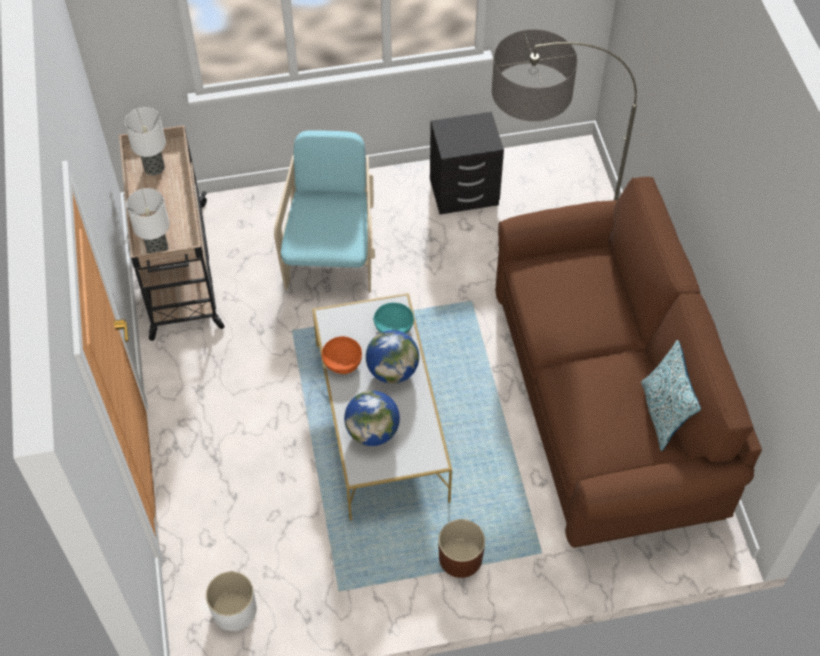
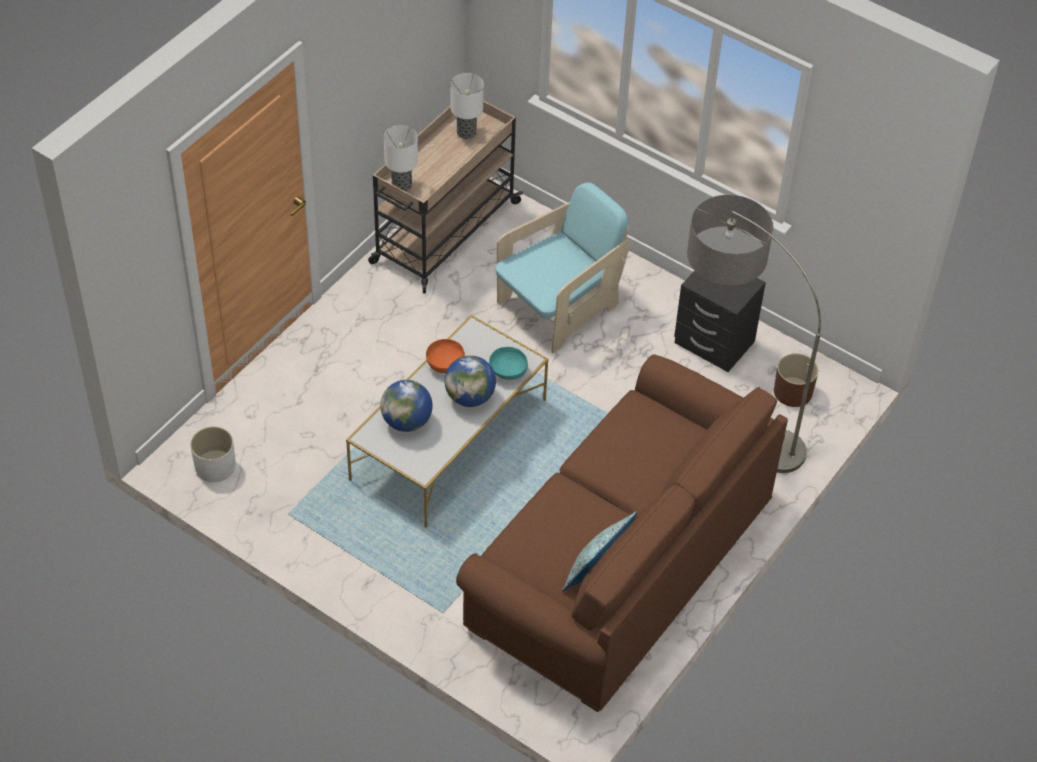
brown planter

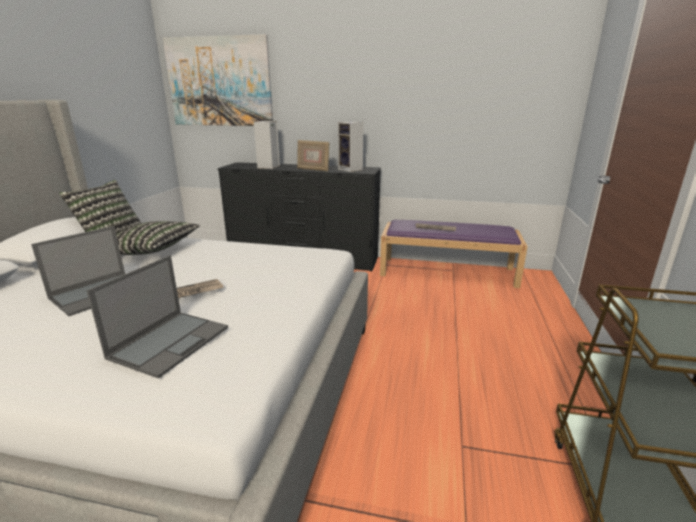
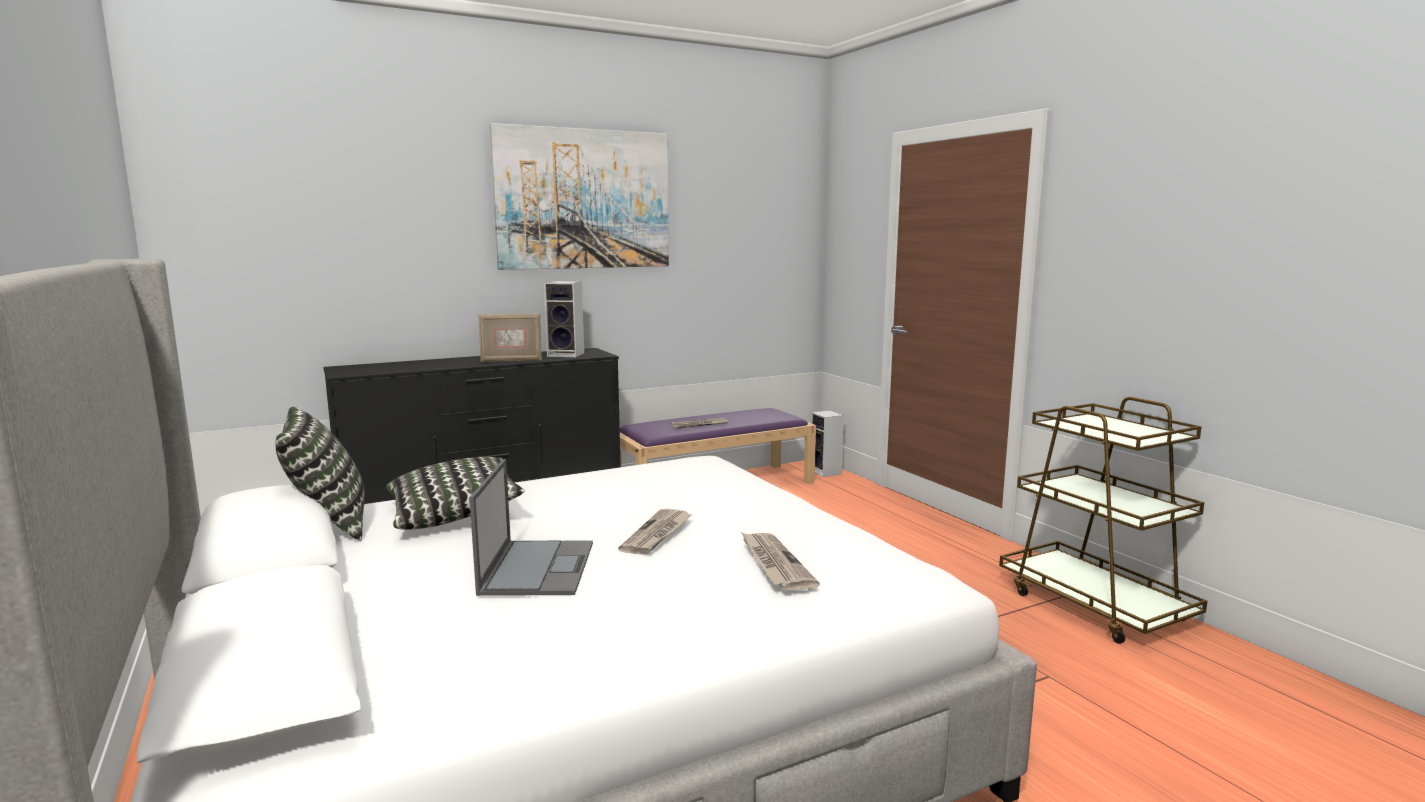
picture
speaker (2nd from left)
newspaper (3rd from left)

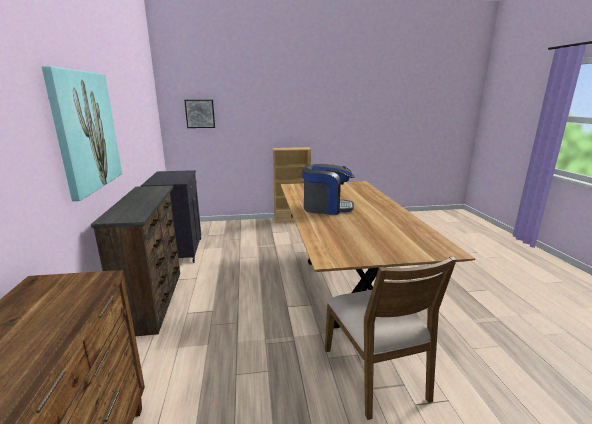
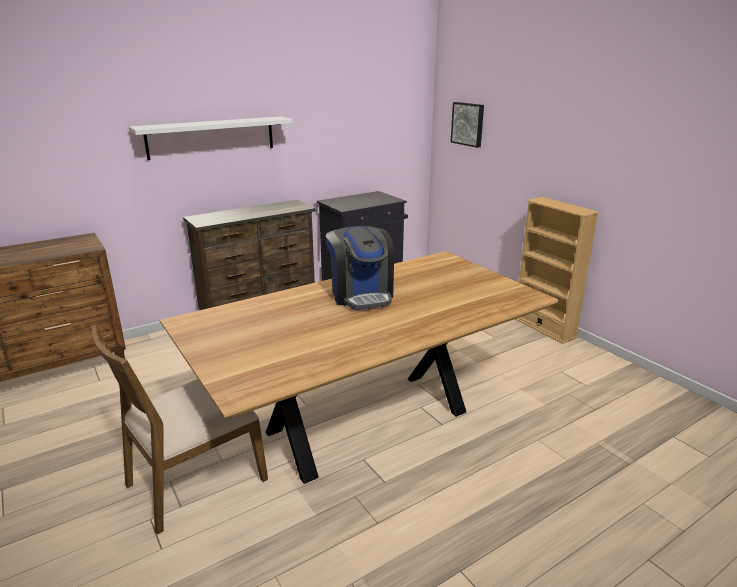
white shelf

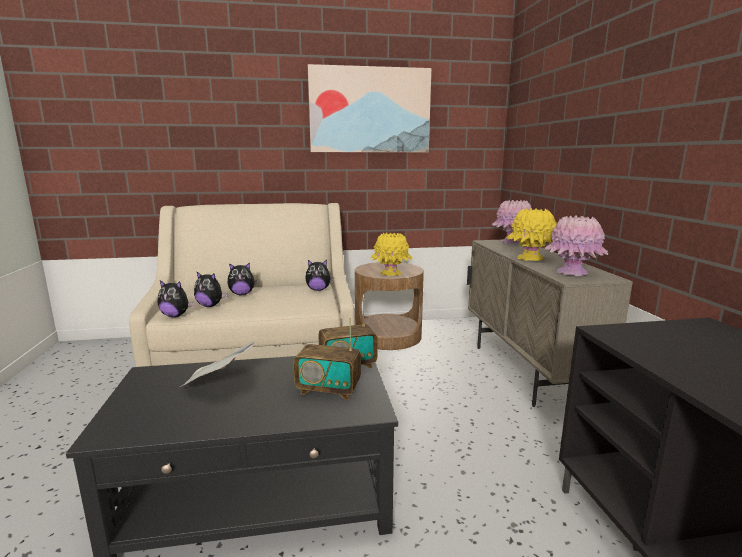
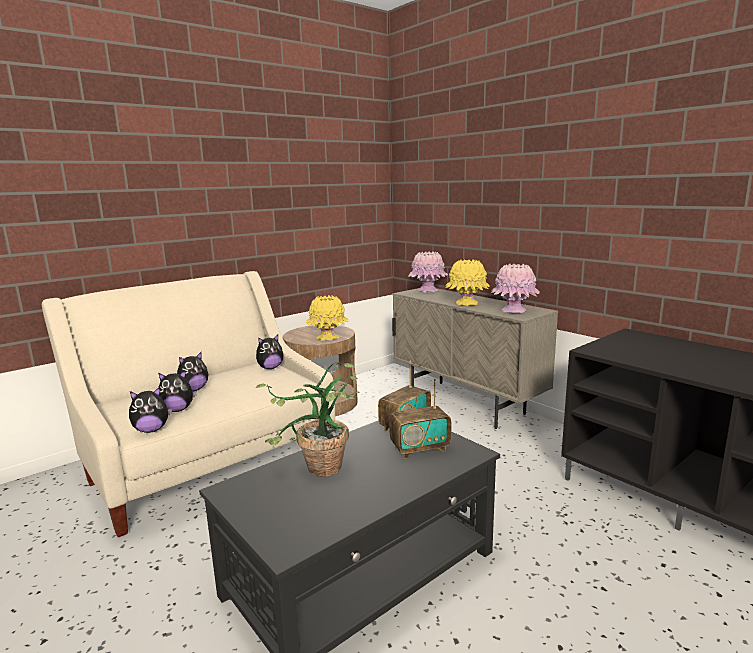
picture
potted plant

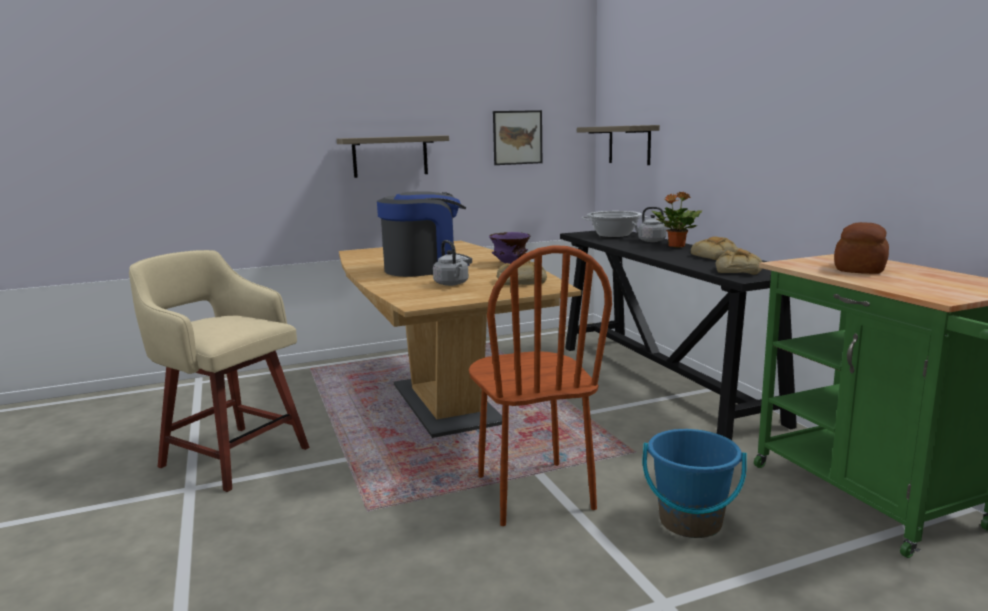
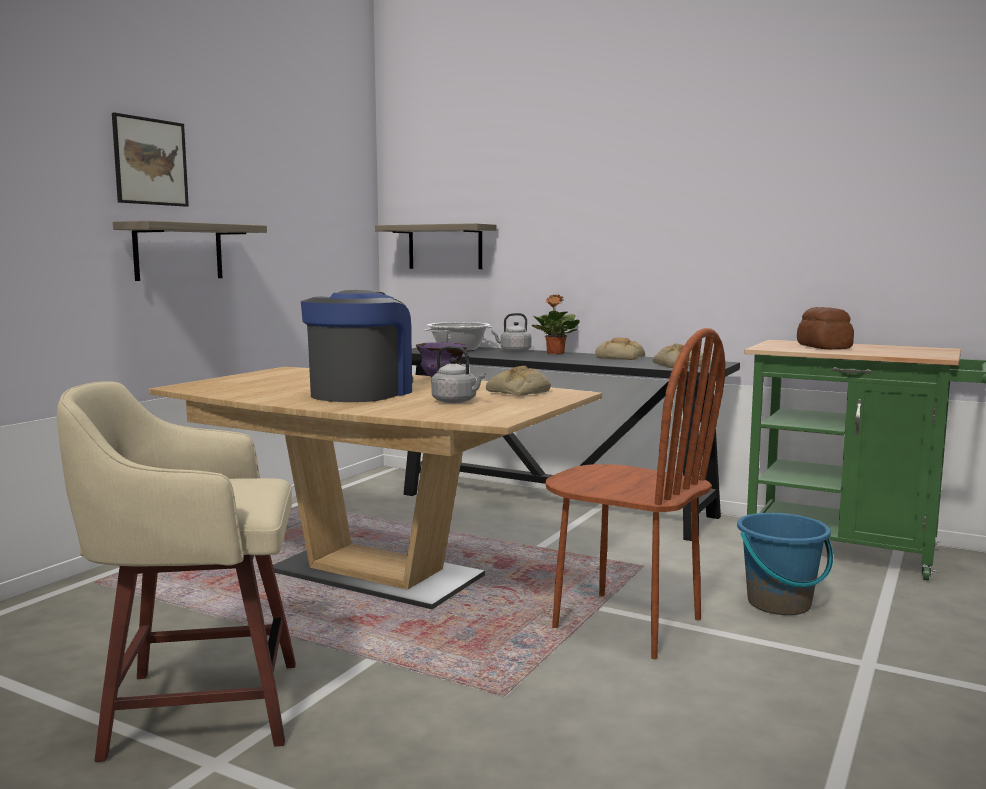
picture

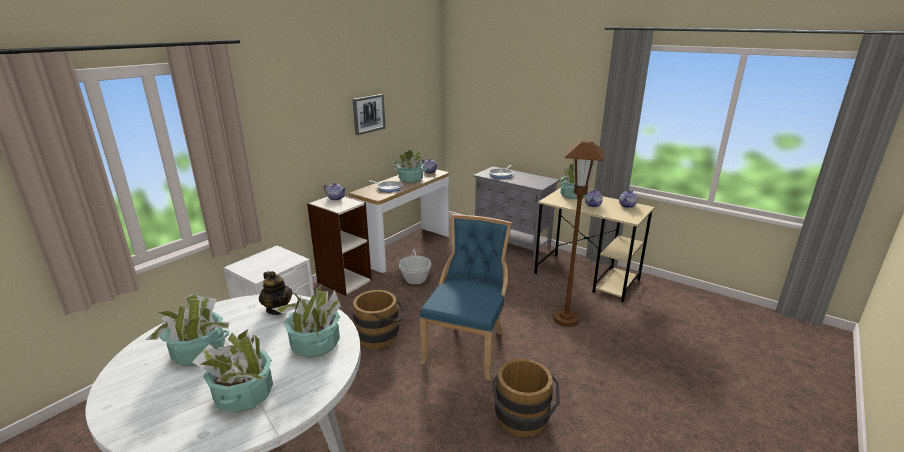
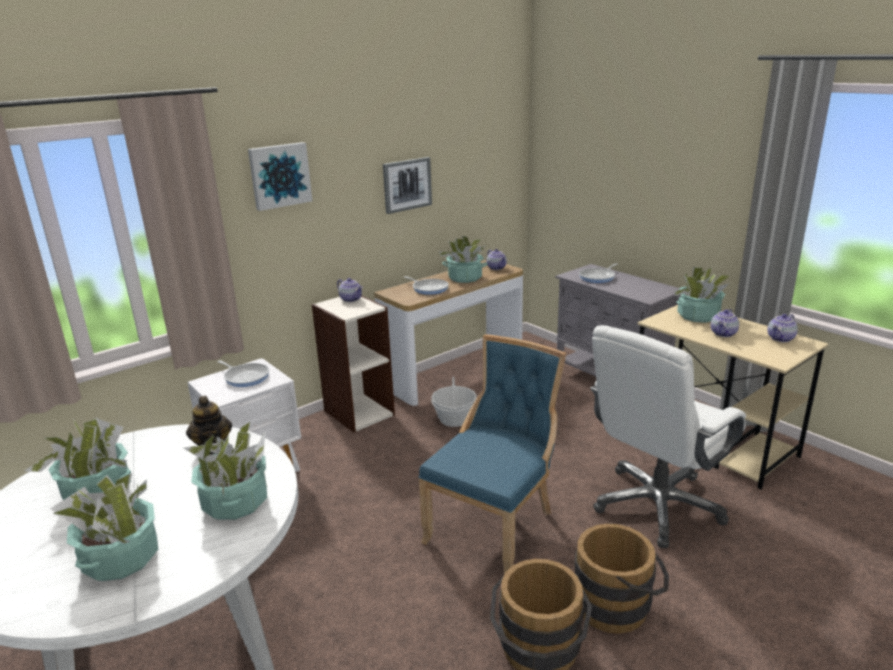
white office chair
brown bucket (2nd from left)
picture (1st from left)
frying pan (1st from left)

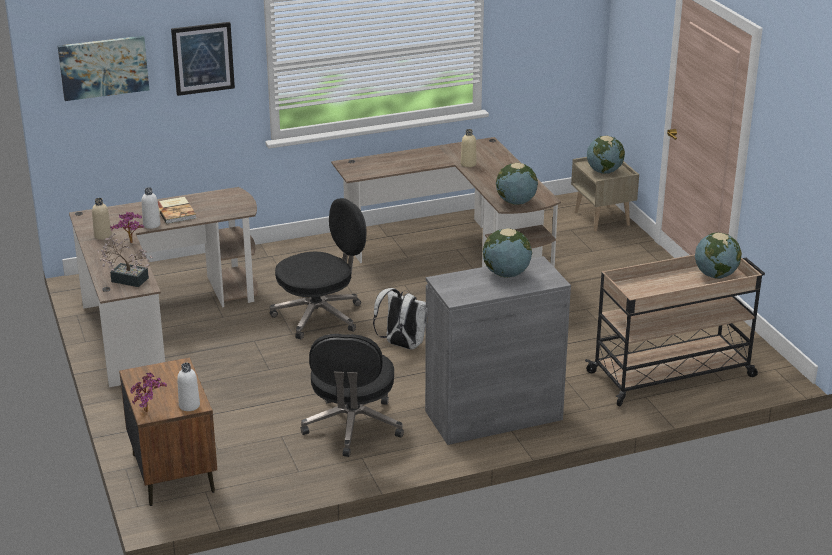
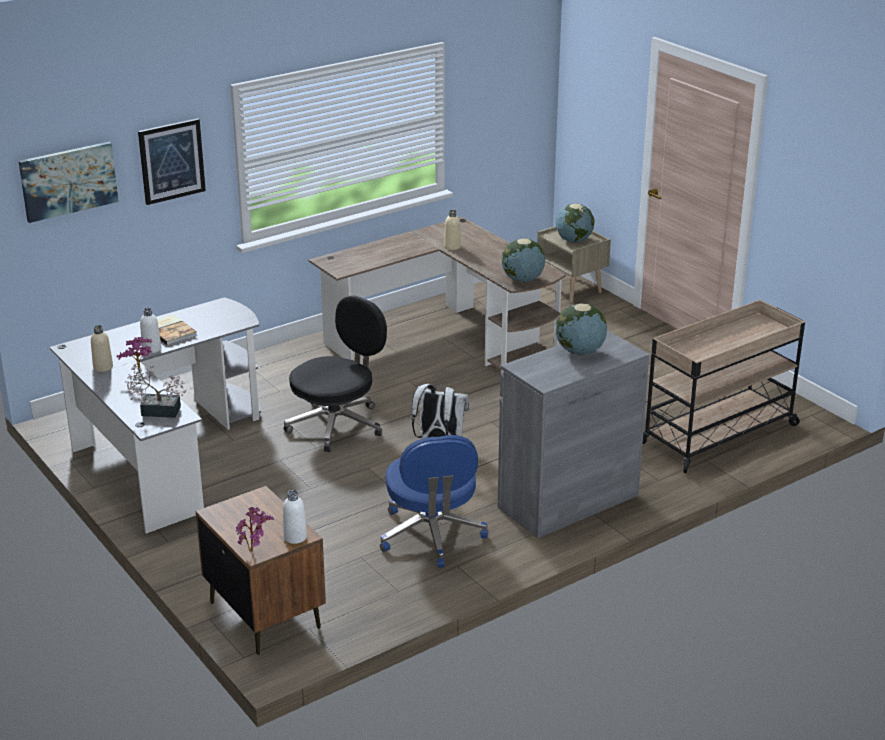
grey desk
globe (4th from left in the first image)
blue office chair

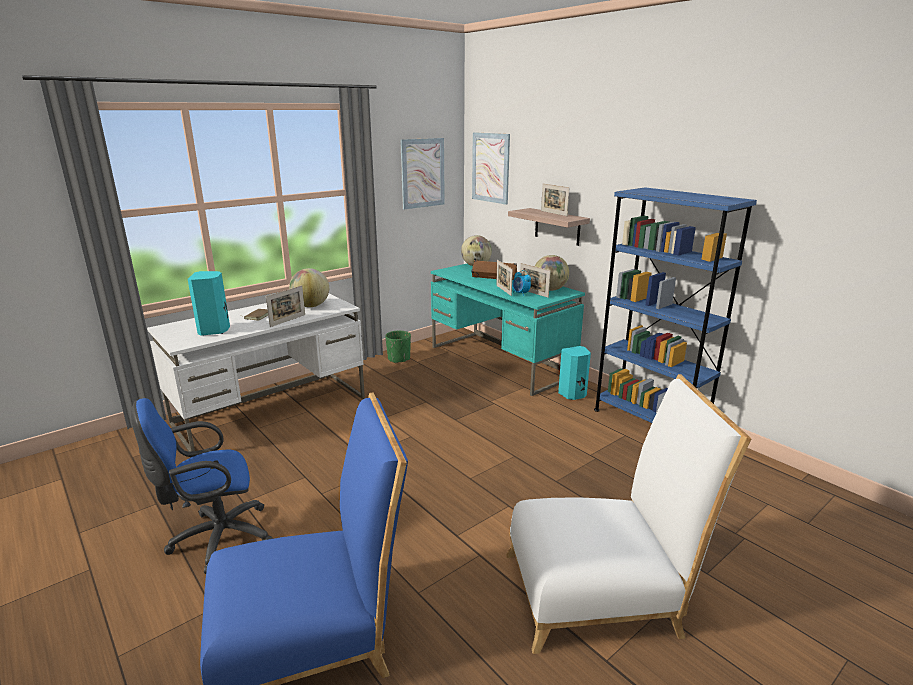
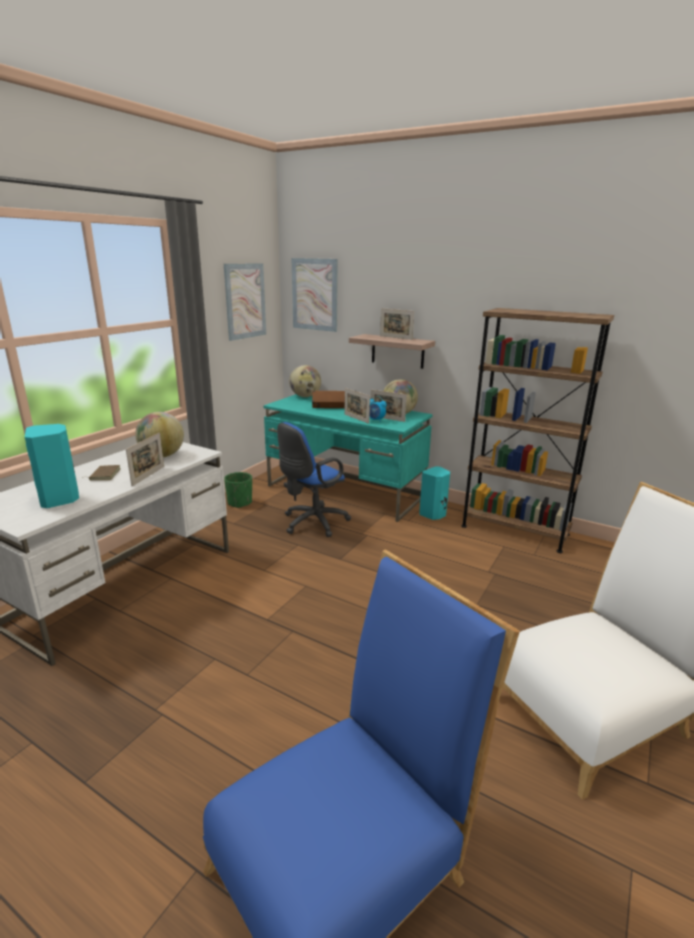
brown bookcase
blue office chair

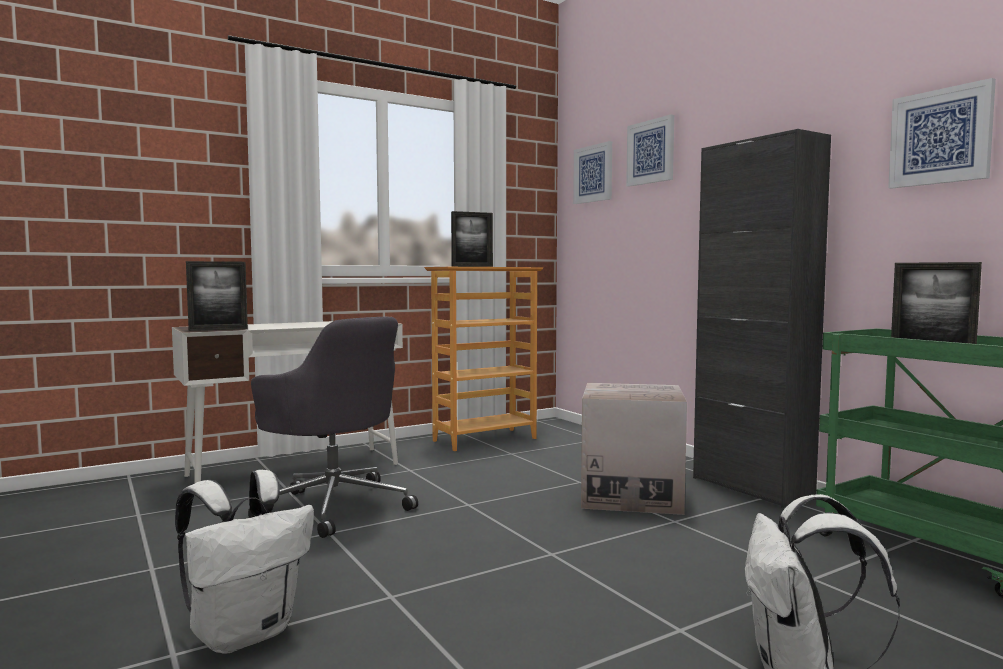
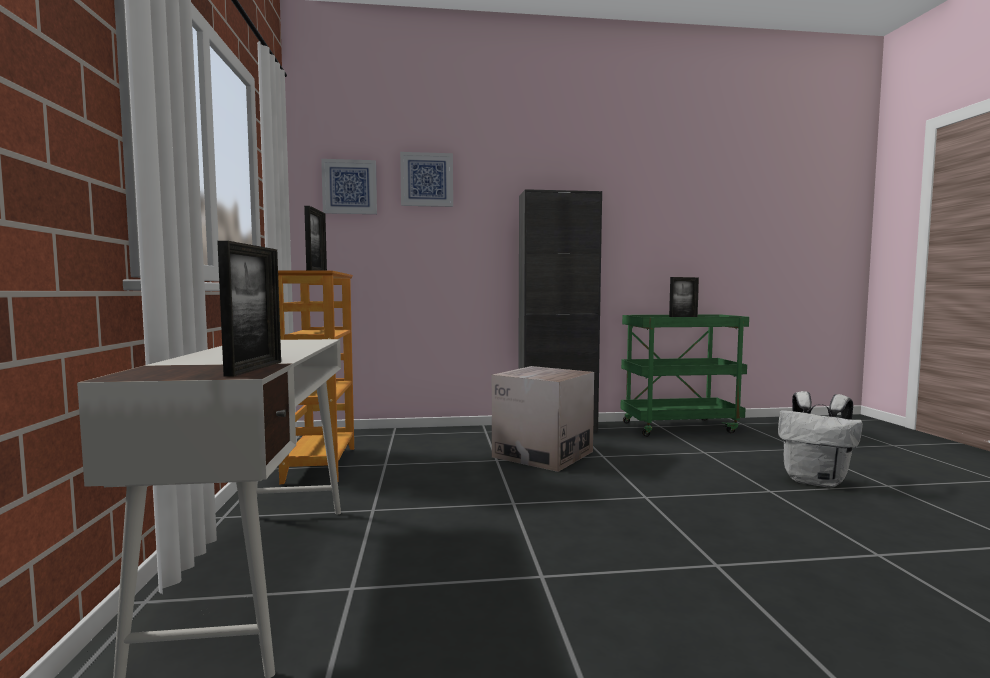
picture (3rd from left in the first image)
grey office chair
white backpack (1st from left in the first image)

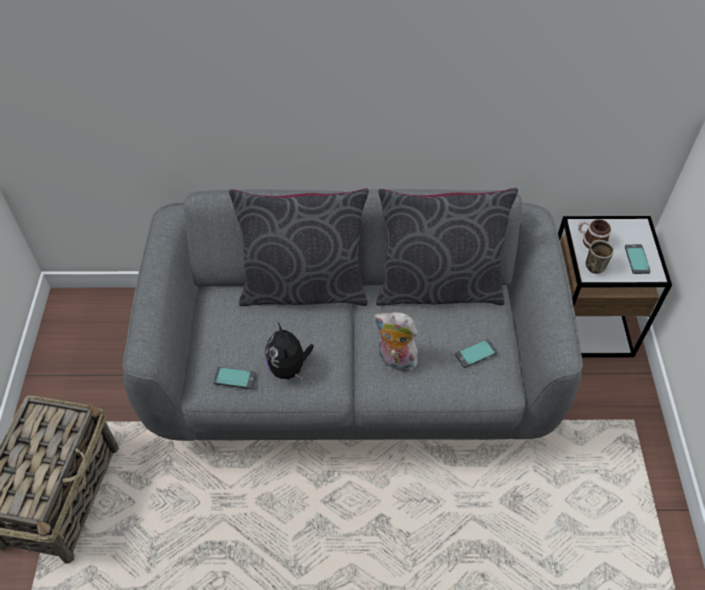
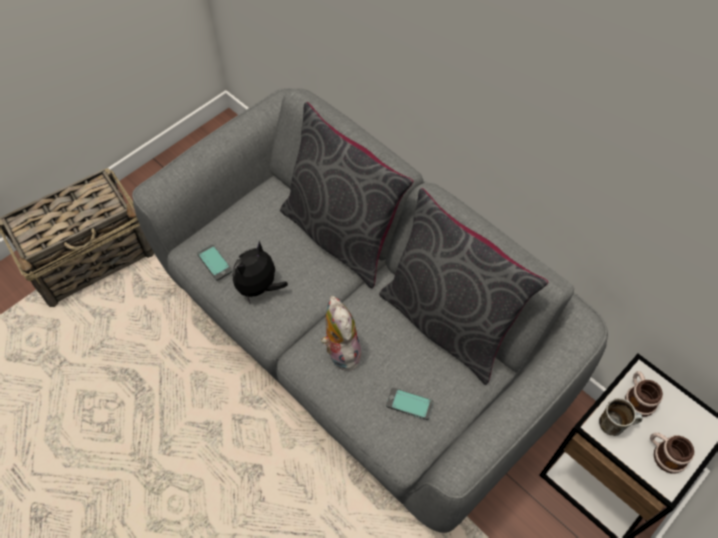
mug (3rd from left)

